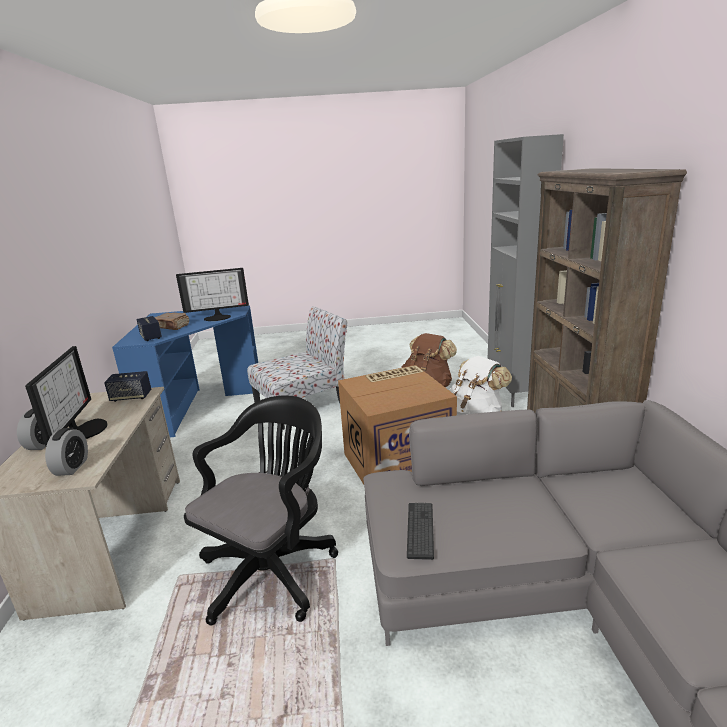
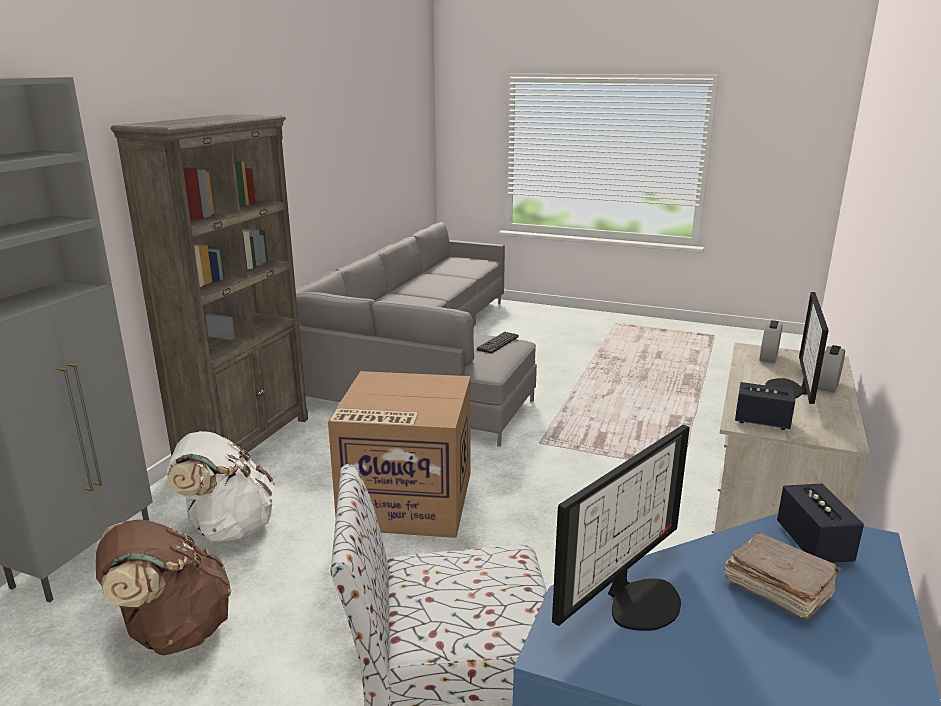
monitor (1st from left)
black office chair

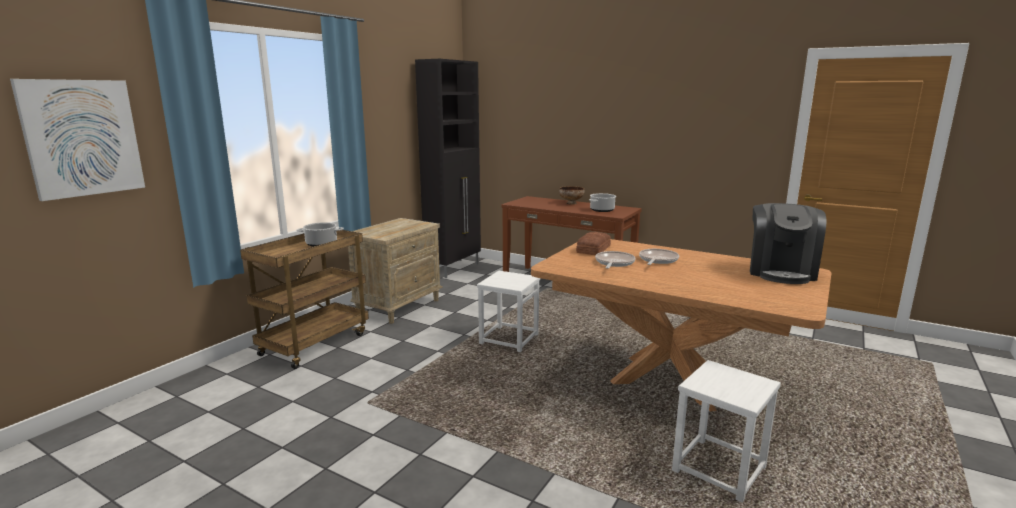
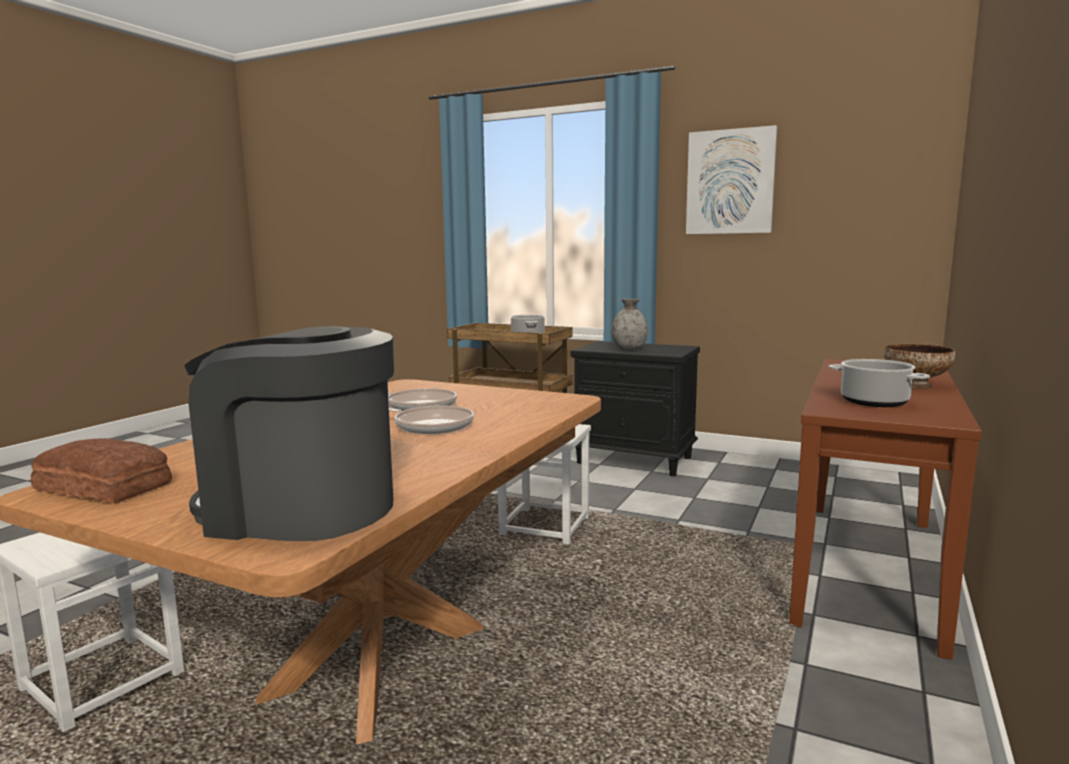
black cabinet
picture
black nightstand
bread
grey vase

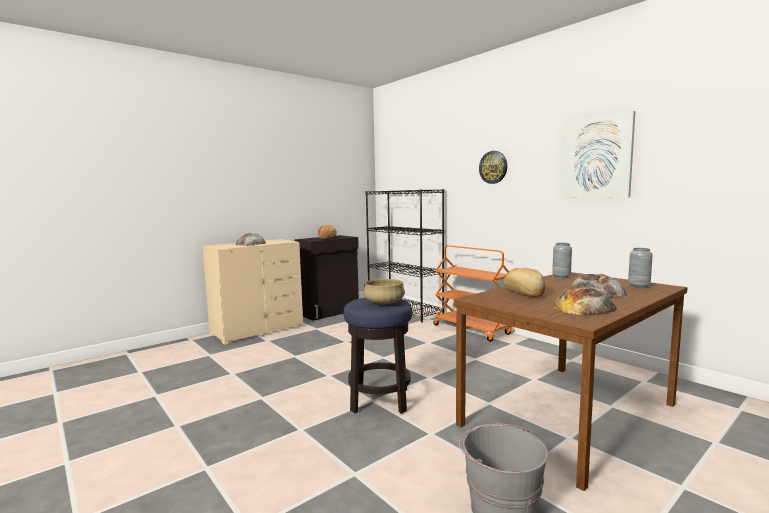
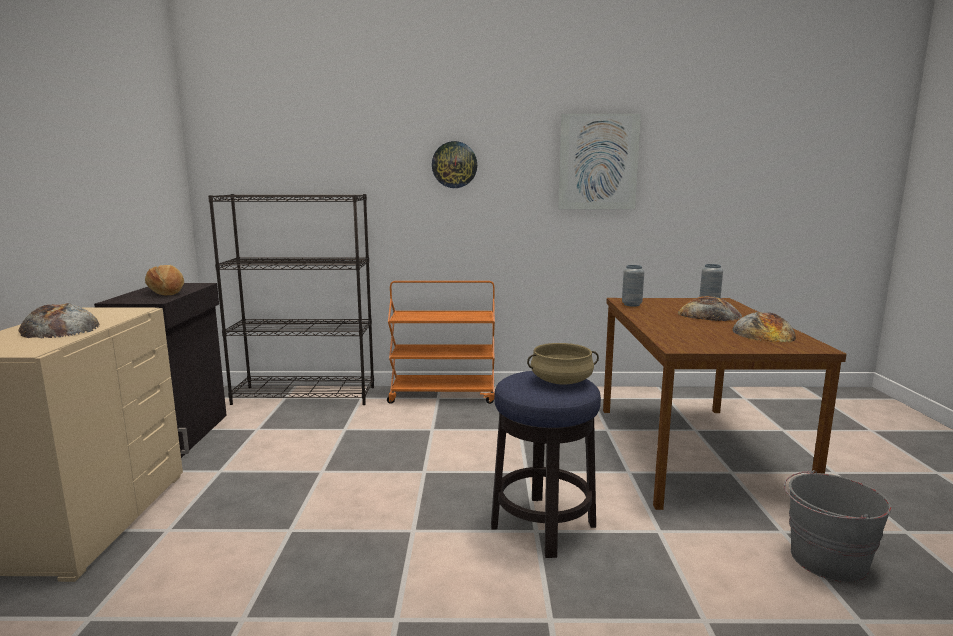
bread (3rd from left in the first image)

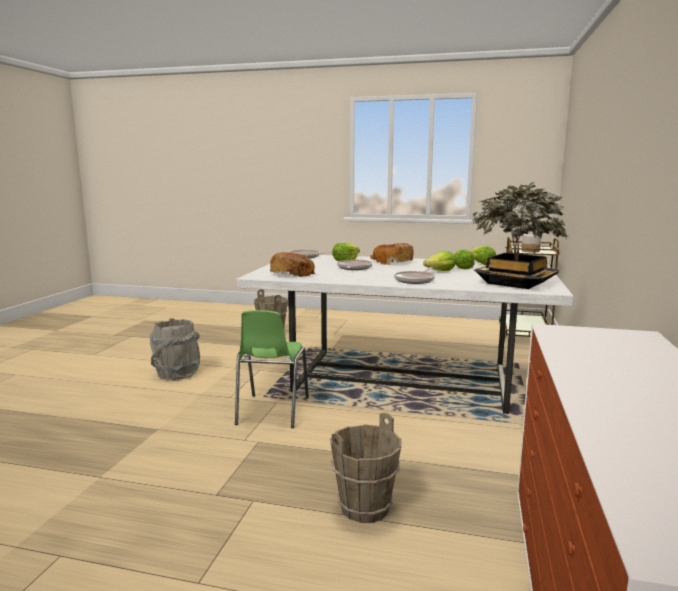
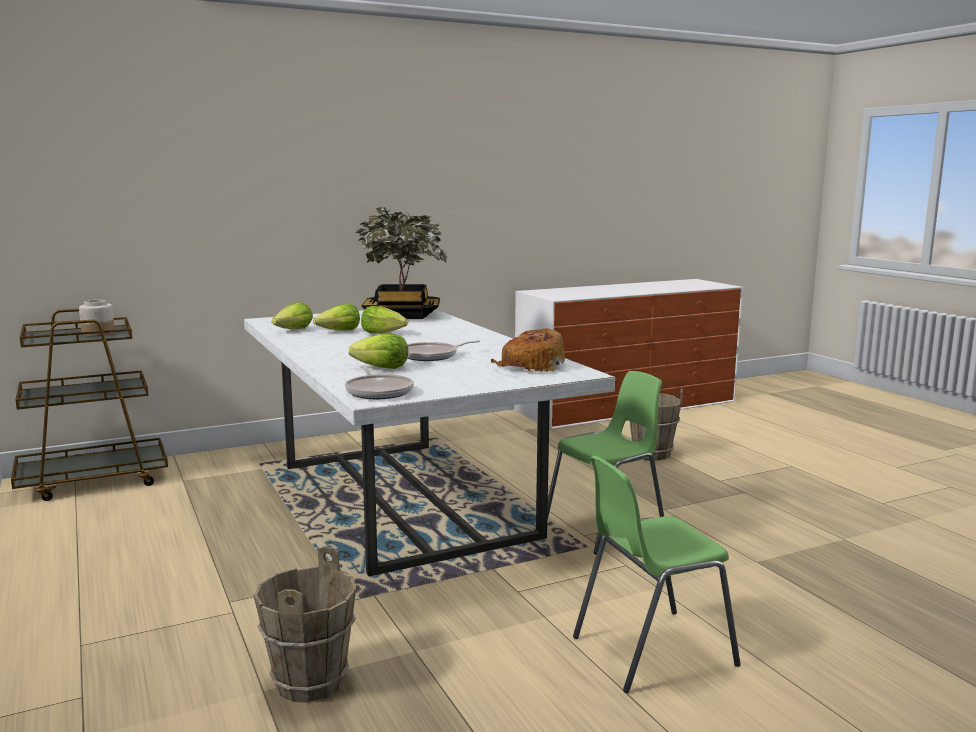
bread (2nd from left in the first image)
frying pan (3rd from left in the first image)
green chair (2nd from left)

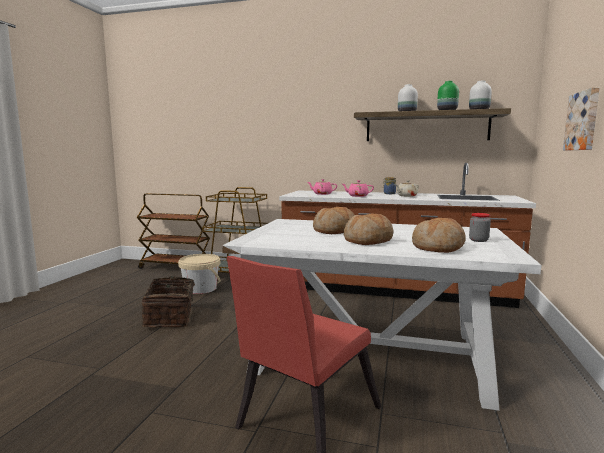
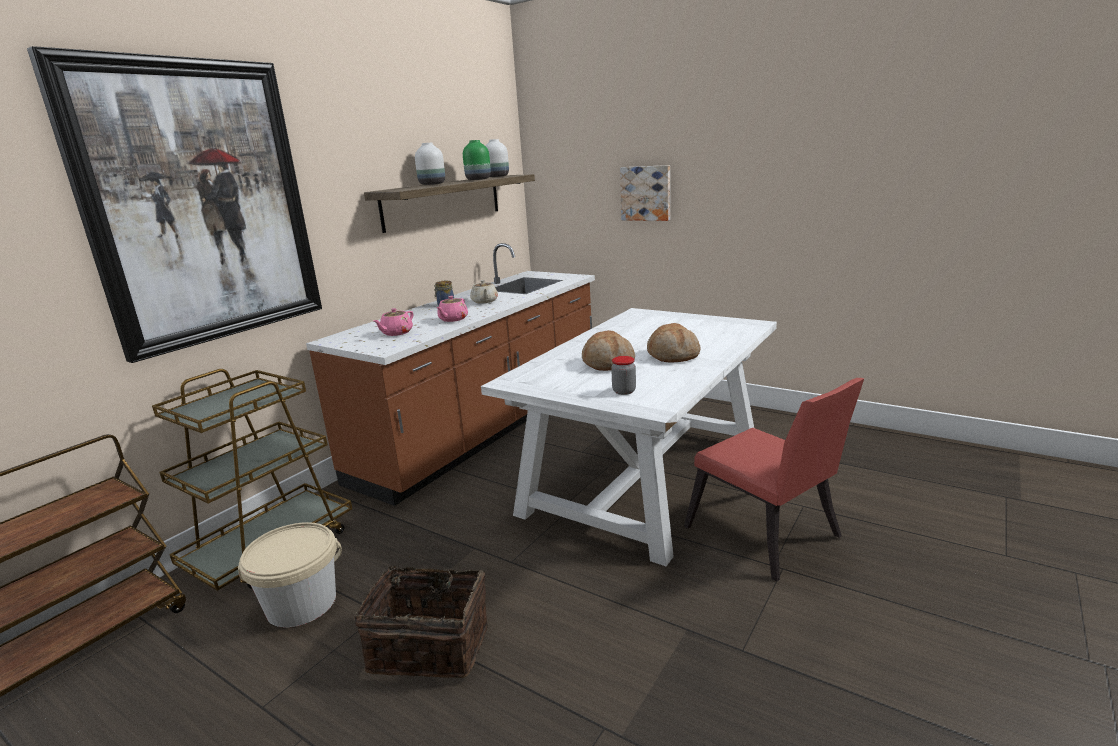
jar (2nd from left)
bread (3rd from left in the first image)
picture (1st from left)

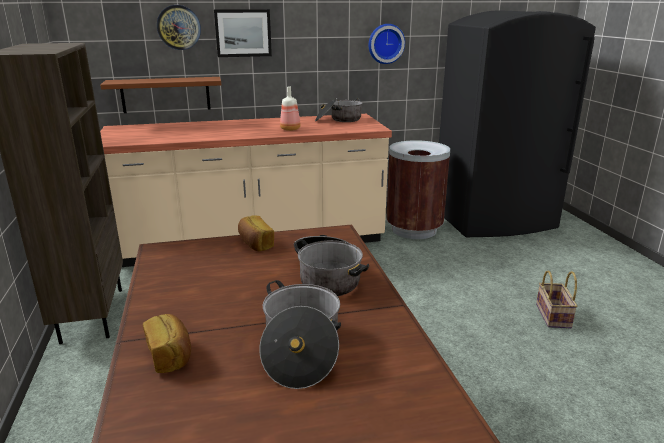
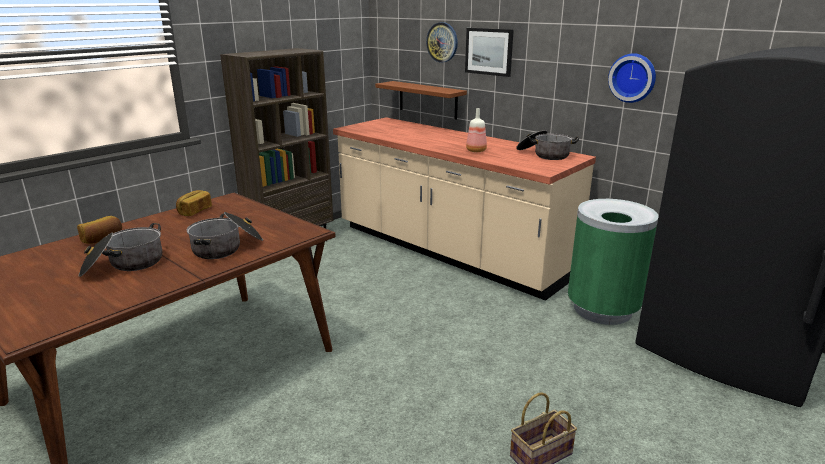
green trash can
bread (2nd from left)

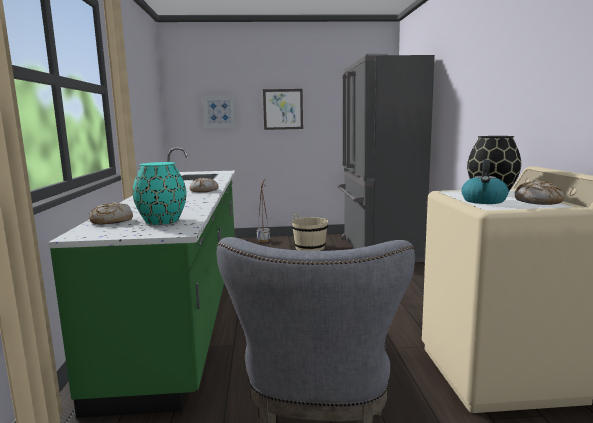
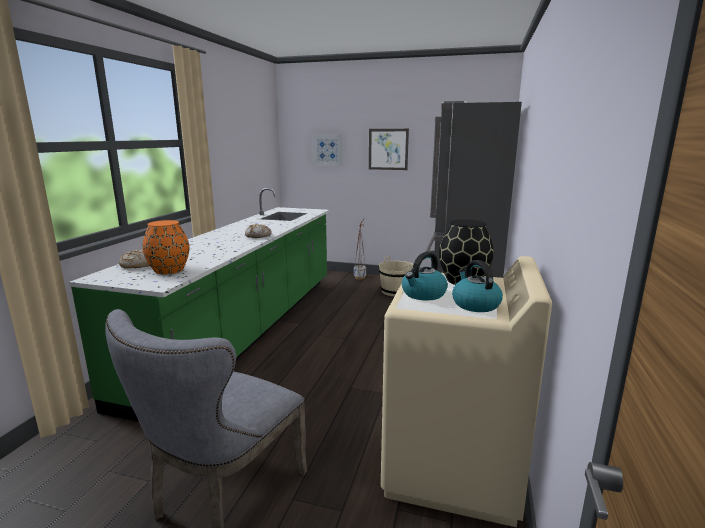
orange vase
kettle (2nd from left)

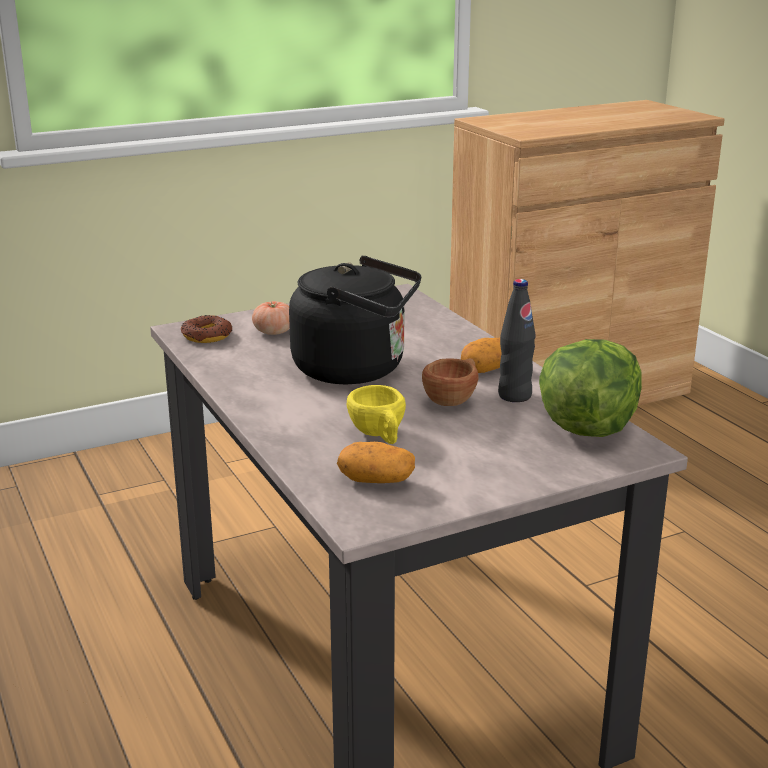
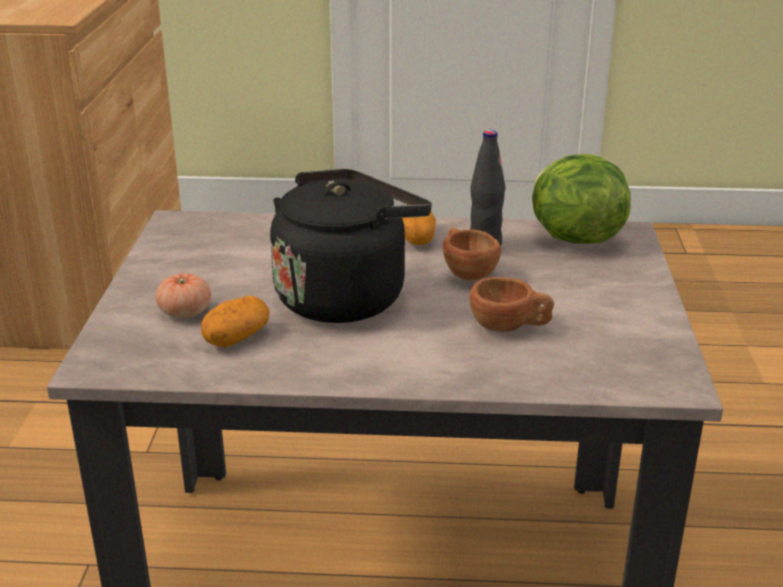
donut
brown cup (2nd from left)
potato (1st from left)

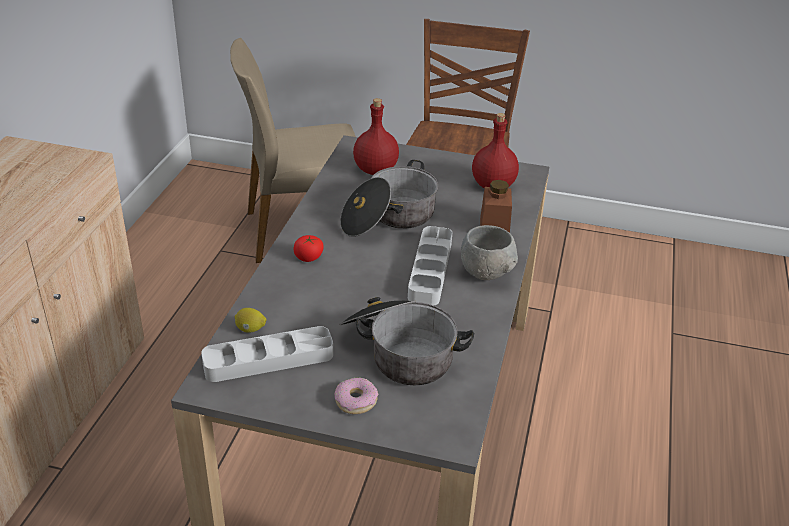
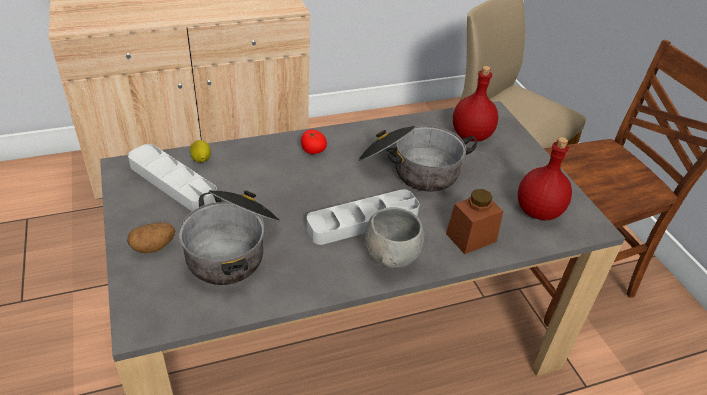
potato

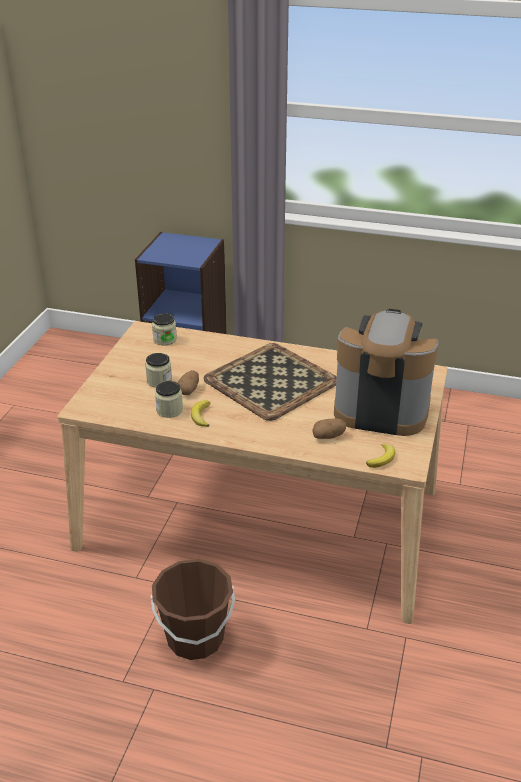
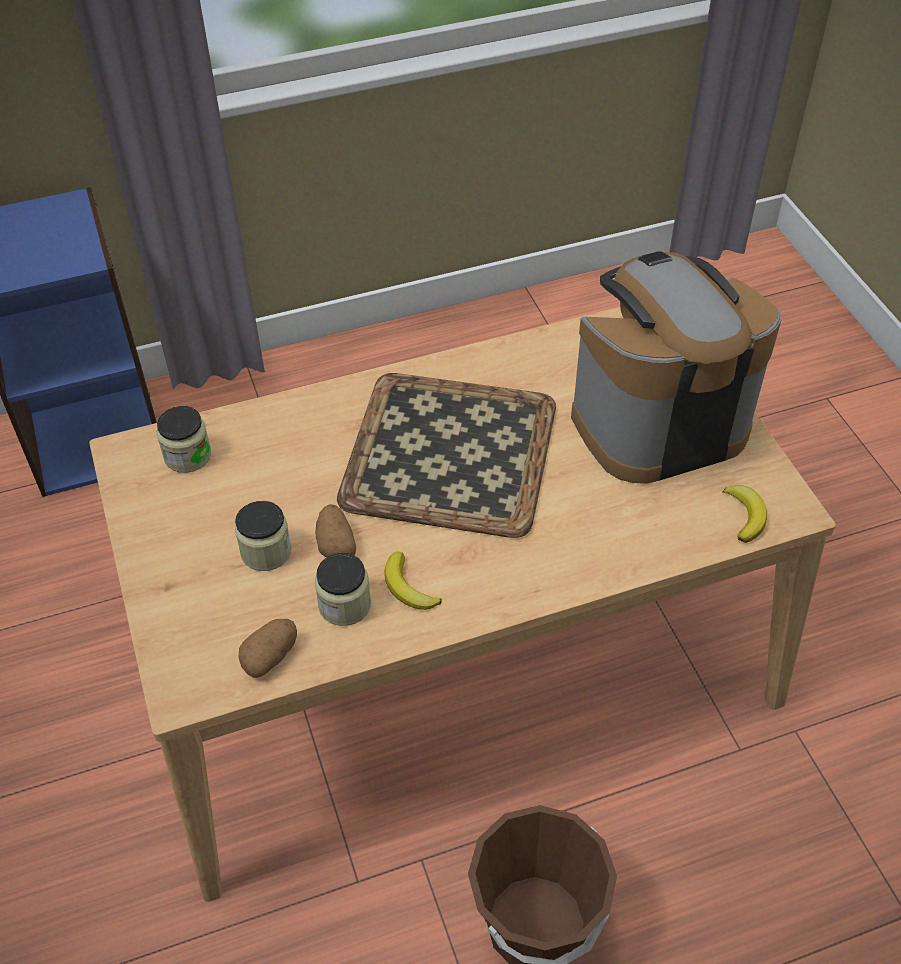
potato (1st from left)

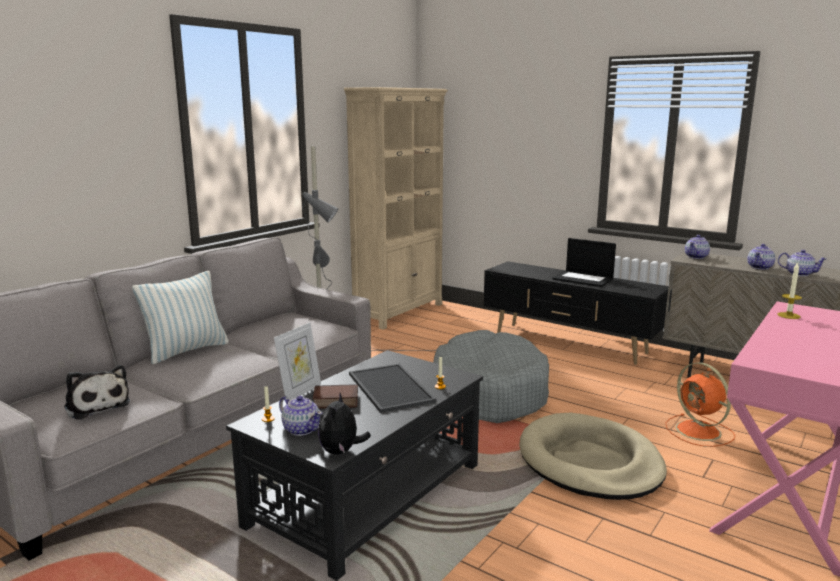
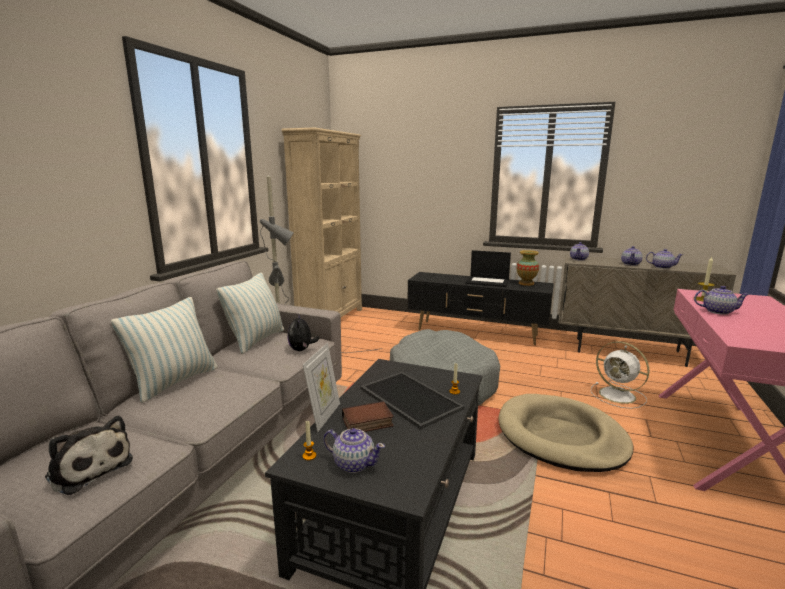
white fan
plush toy (2nd from left)
vase
pillow (2nd from left)
teapot (5th from left)

